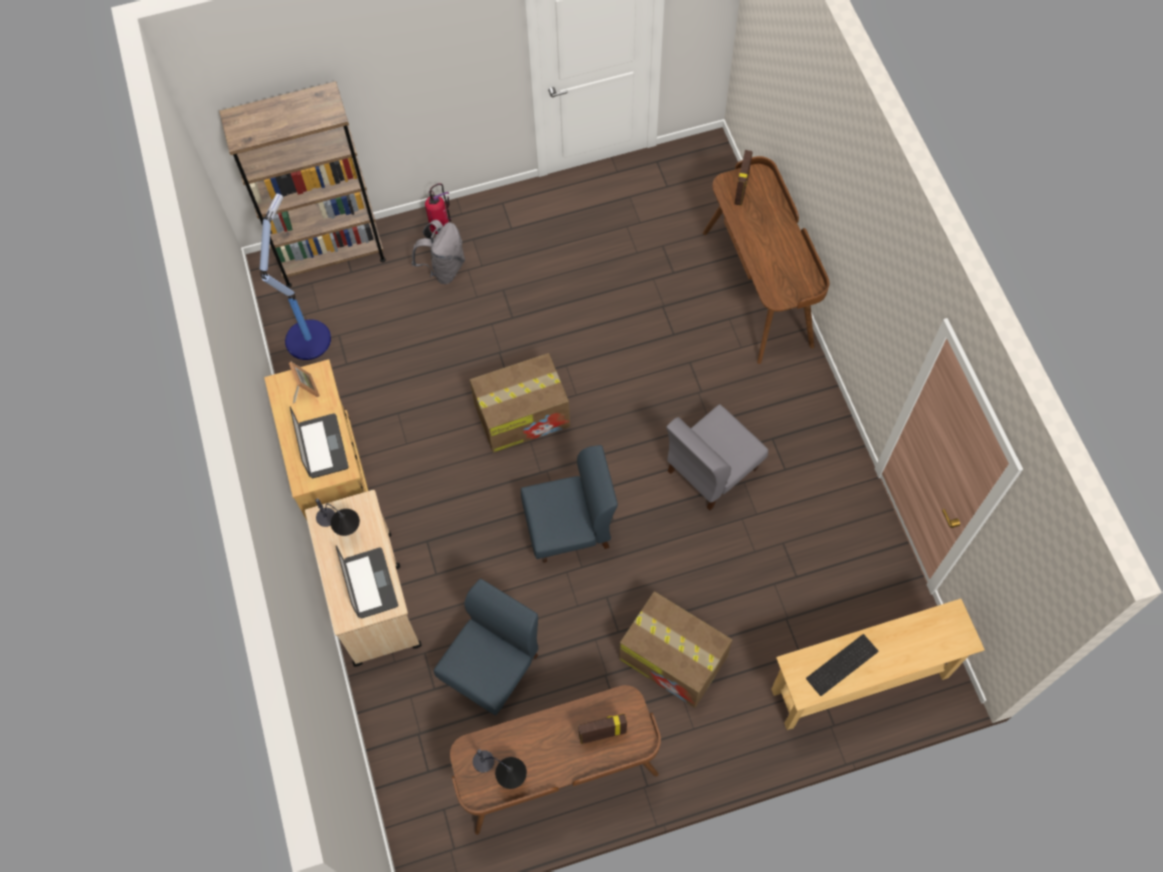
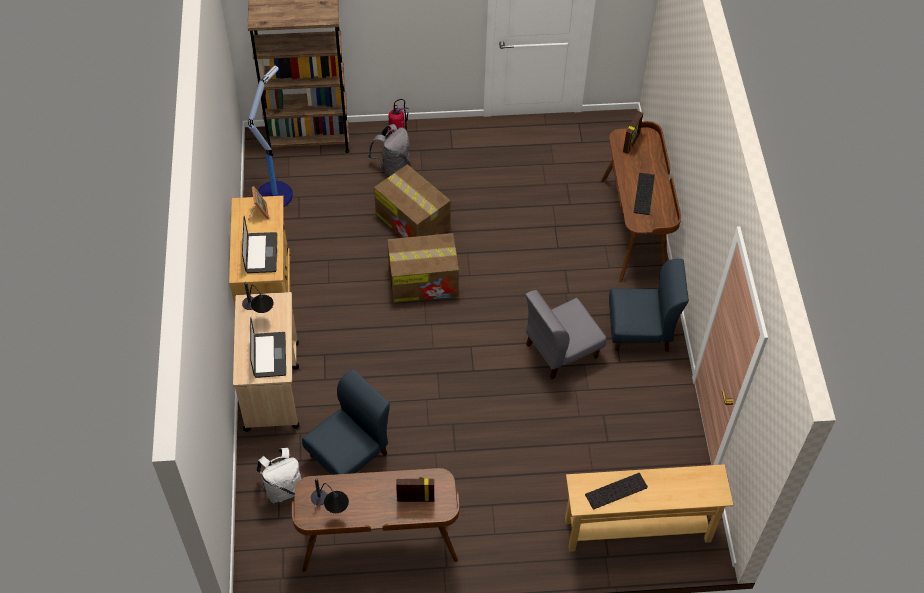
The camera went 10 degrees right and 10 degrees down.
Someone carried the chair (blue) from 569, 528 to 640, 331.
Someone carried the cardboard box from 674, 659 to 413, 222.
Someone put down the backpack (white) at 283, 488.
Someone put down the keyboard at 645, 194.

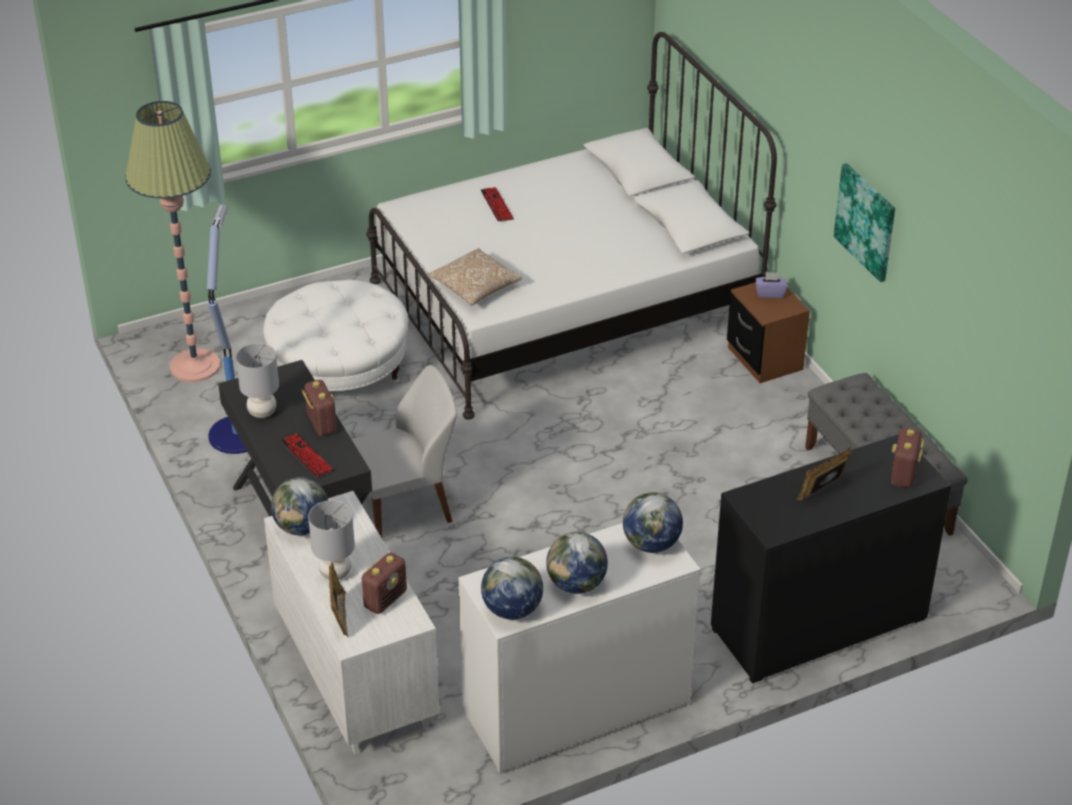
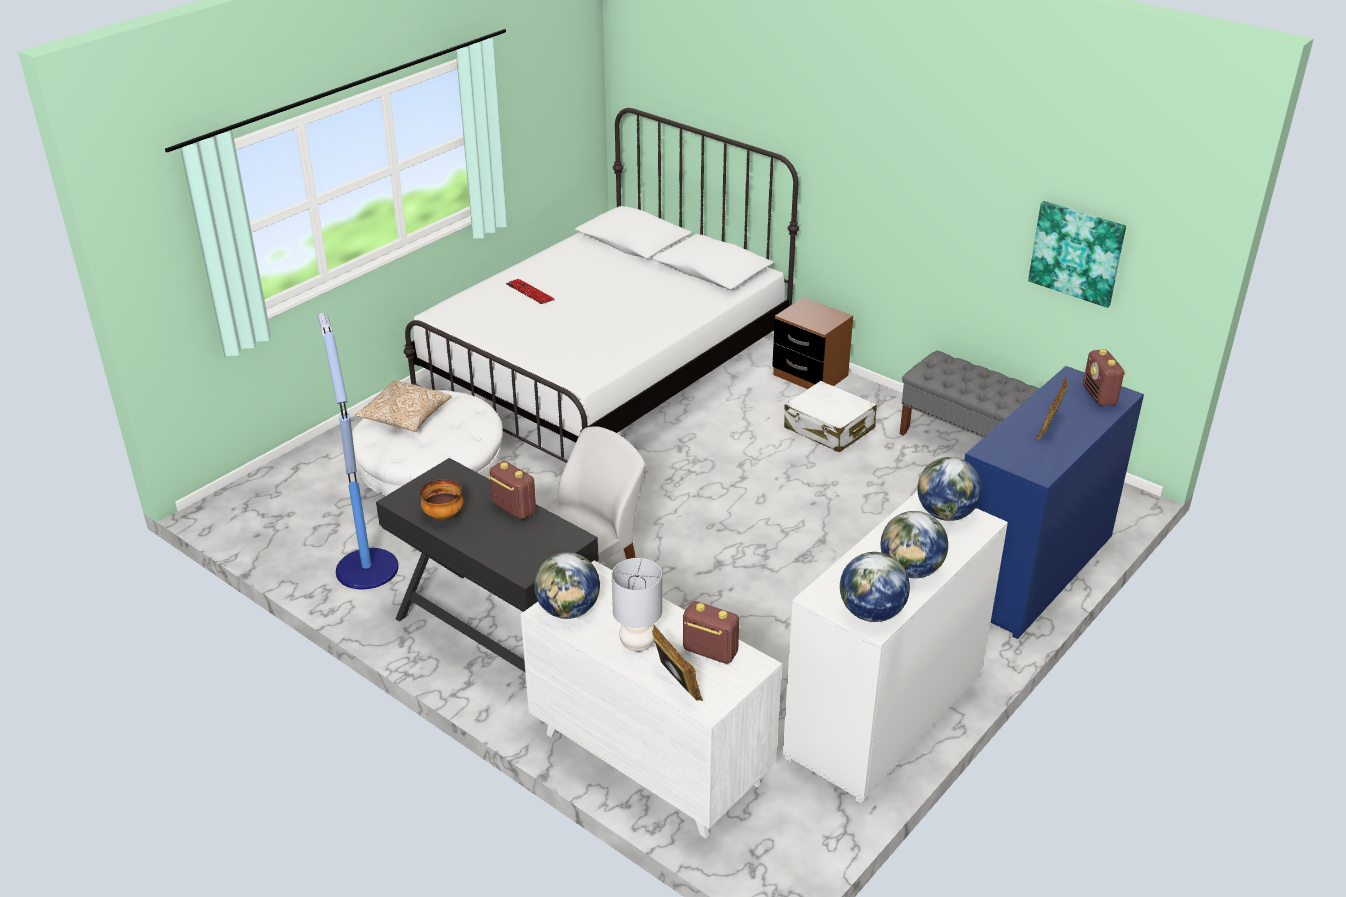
The camera went 25 degrees left and 5 degrees down.
Someone took away the floor lamp at 195, 366.
Someone swapped the table lamp (grey) at 262, 412 for the bowl at 443, 515.
Someone took away the keyboard at 306, 456.
Someone rotated the radio at 385, 599 by 75 degrees counterclockwise.
Someone carried the pillow from 475, 287 to 405, 418.
Someone repainted the dresser (black) at 818, 624, which became the dresser (blue) at 1029, 571.
Someone took away the tissue box (purple) at 770, 293.
Someone carried the picture from 866, 221 to 1077, 253.
Someone put down the suitcase (white) at 829, 429.

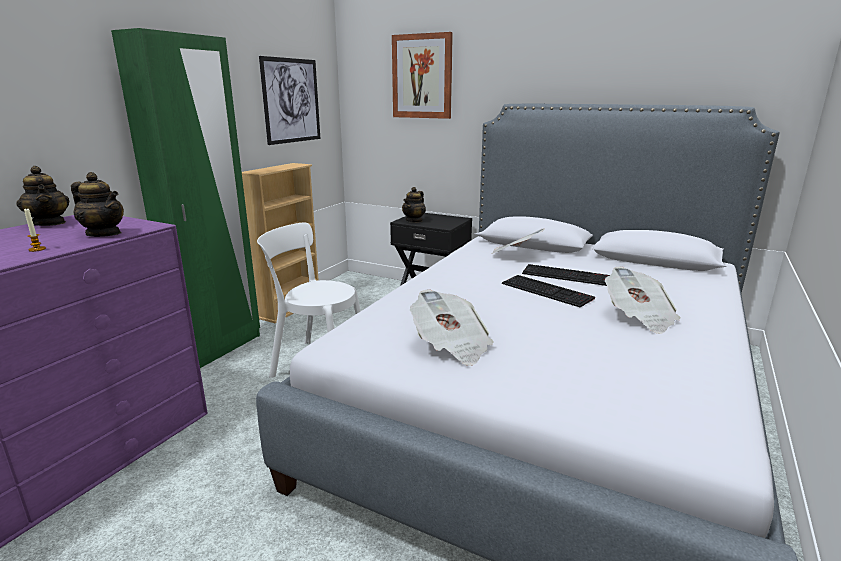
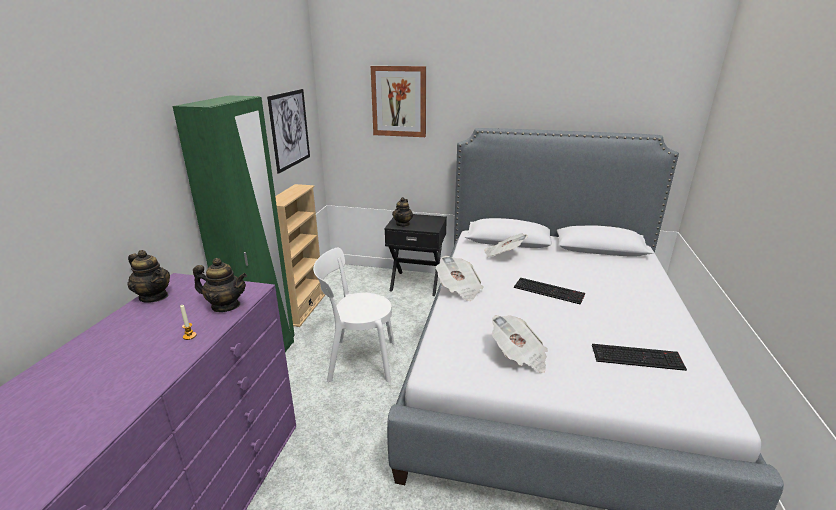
The camera went 15 degrees left and 5 degrees up.
Someone carried the keyboard from 566, 275 to 638, 357.
Someone carried the newspaper from 639, 317 to 459, 289.

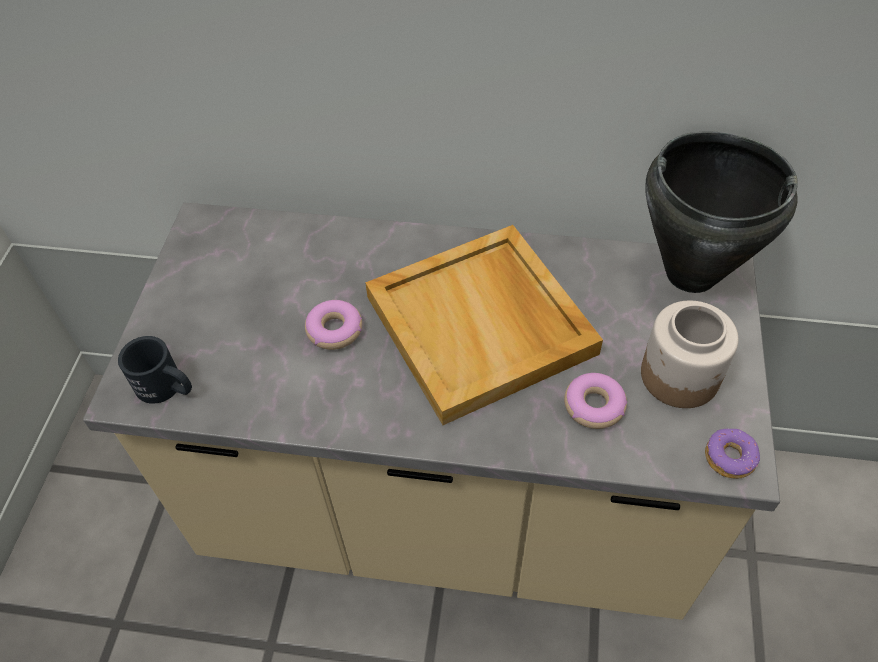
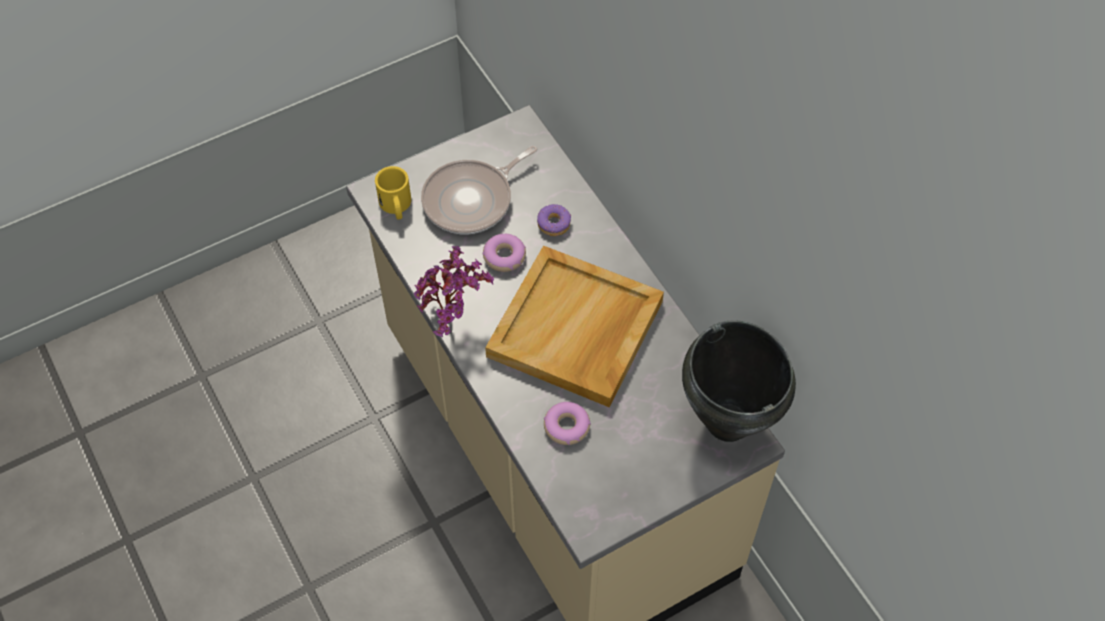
The camera went 50 degrees right and 5 degrees up.
Someone repainted the mug (black) at 167, 387, which became the mug (yellow) at 396, 206.
Someone took away the jar at 680, 376.
Someone carried the donut from 729, 457 to 554, 224.
Someone put down the potted plant at 453, 318.
Someone put down the frying pan at 472, 200.

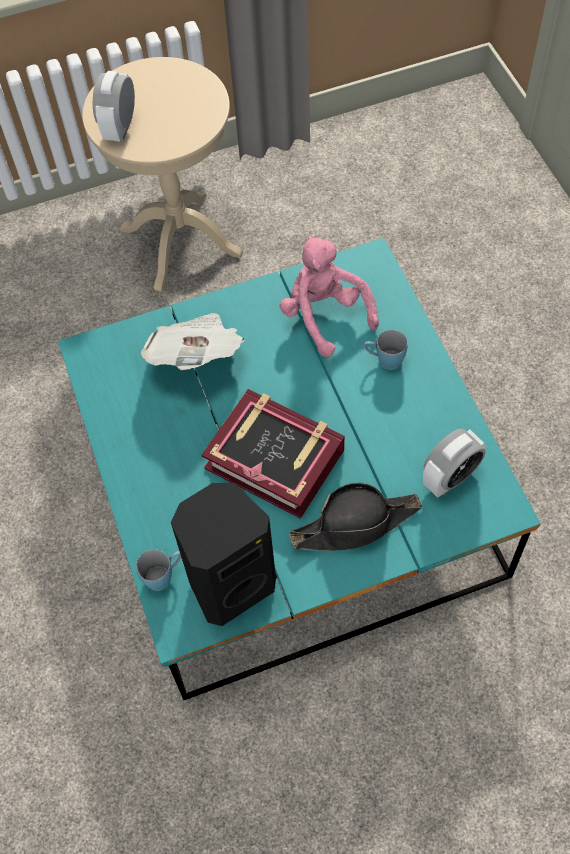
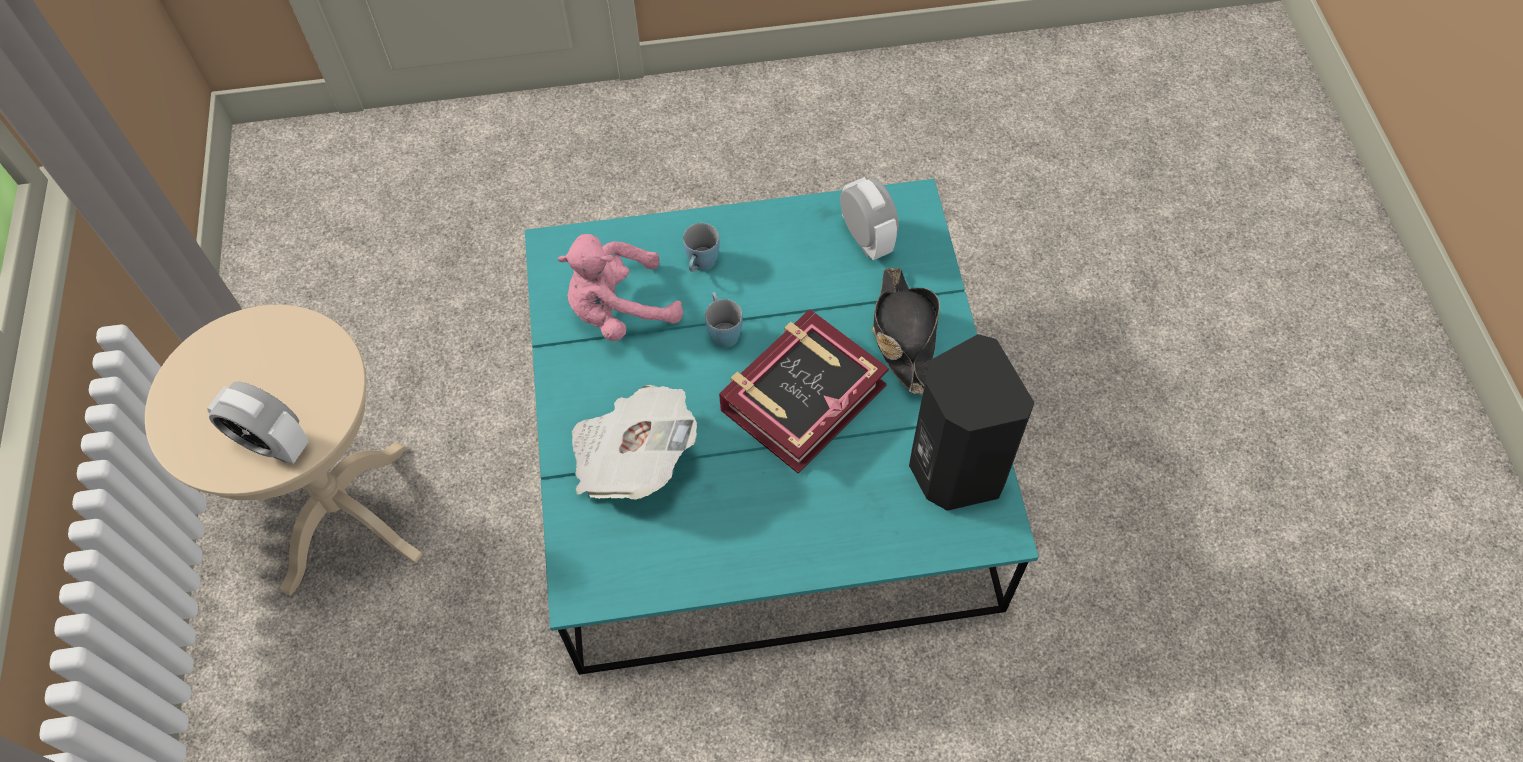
The camera went 80 degrees left and 0 degrees up.
Someone carried the mug (blue) from 164, 575 to 722, 330.

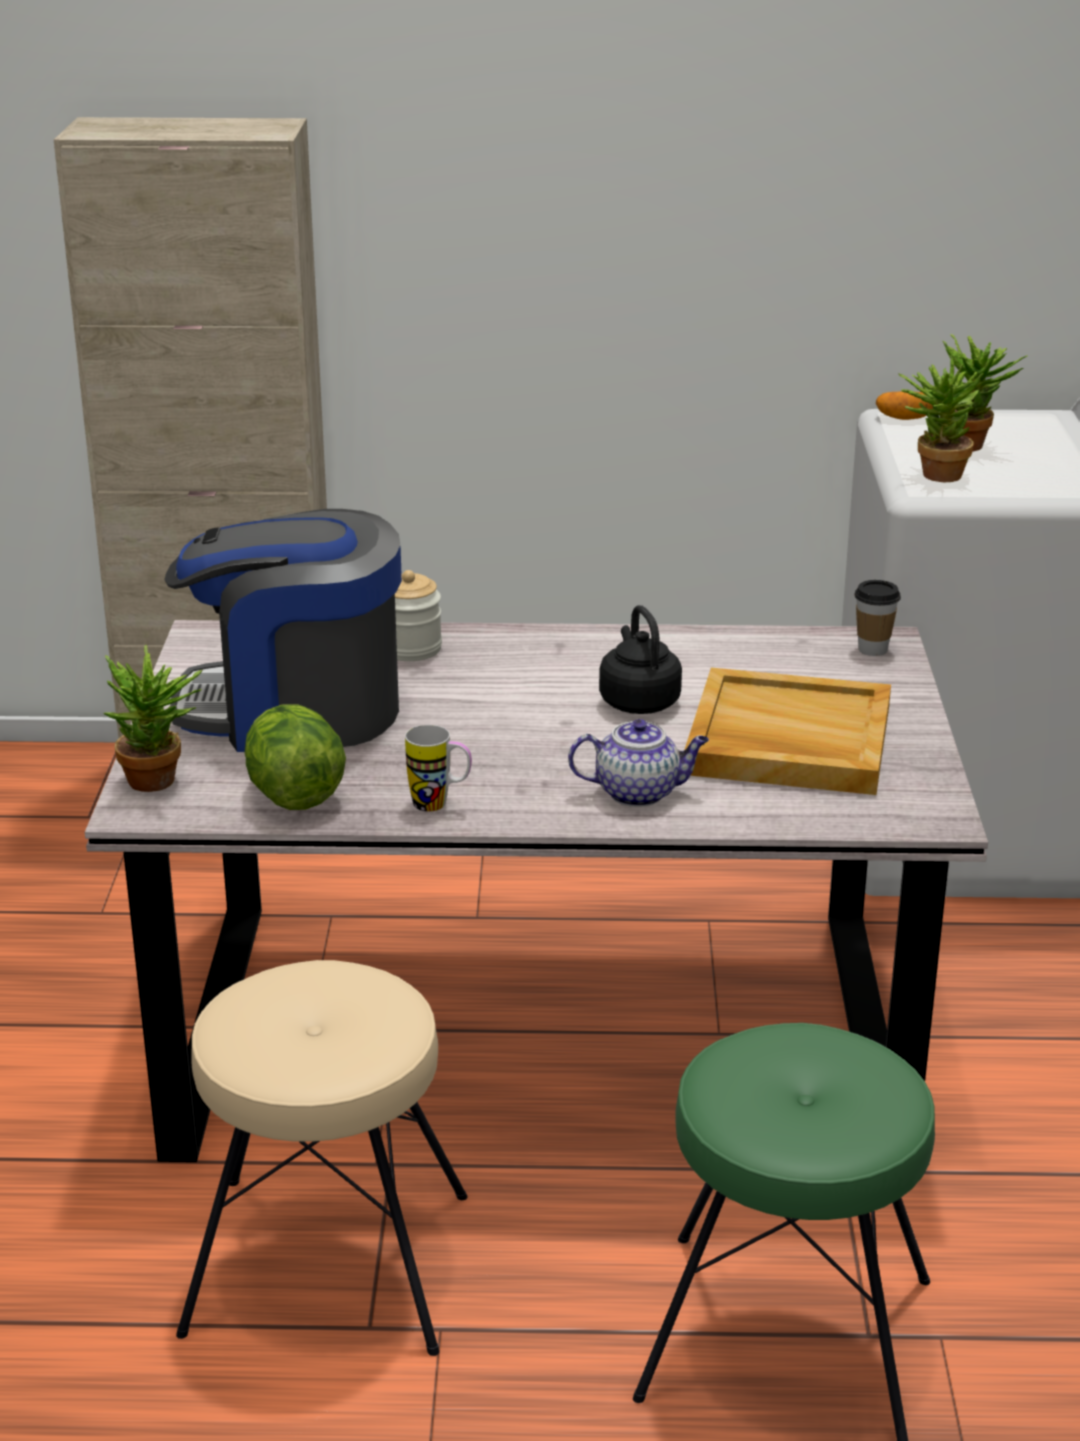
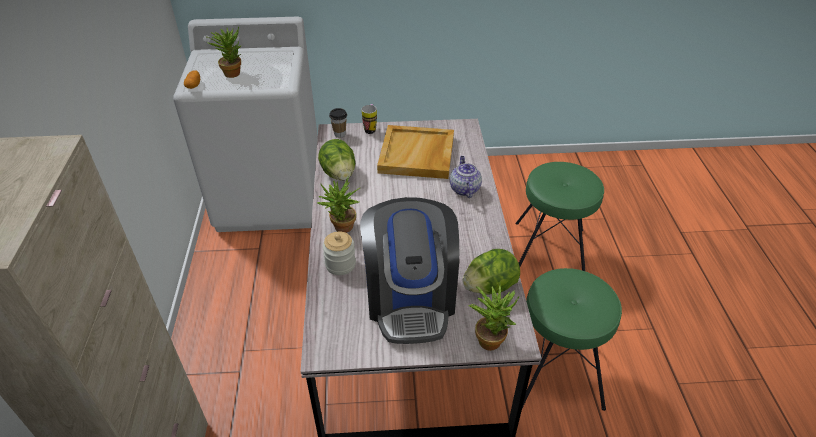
The camera went 95 degrees left and 15 degrees up.
Someone repainted the stool (beige) at 328, 1265, which became the stool (green) at 555, 368.
Someone carried the mug from 440, 805 to 371, 129.
Someone took away the kettle (black) at 638, 701.
Someone carried the potted plant from 934, 473 to 341, 229.
Someone put down the lettuce at 339, 174.

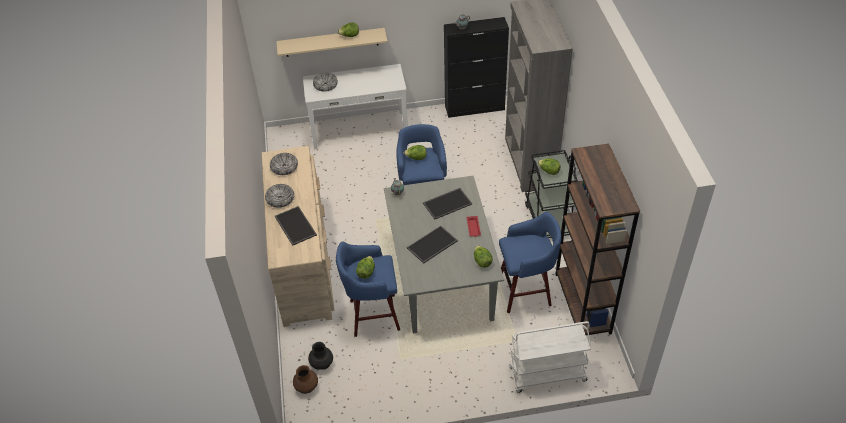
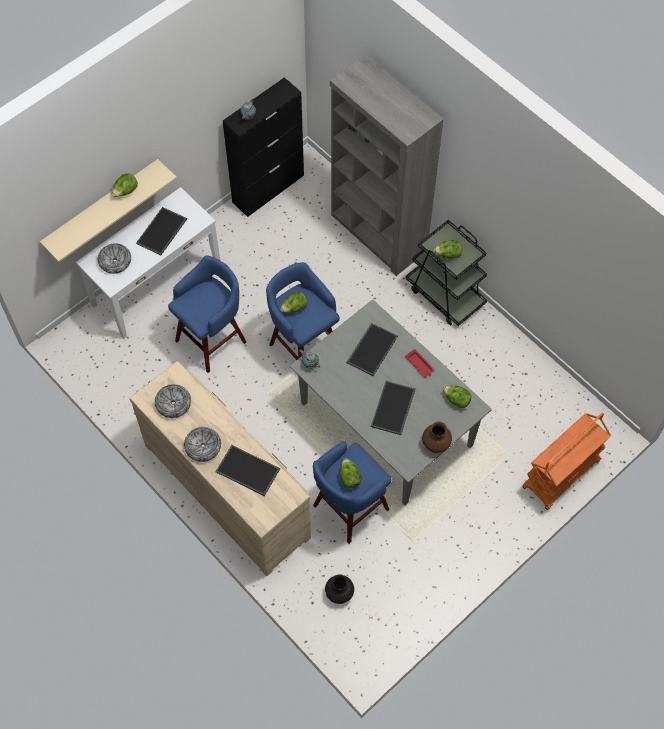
The camera went 35 degrees left and 15 degrees up.
Someone carried the vase (brown) from 306, 387 to 435, 443.
Someone carried the stool (blue) from 526, 292 to 212, 340.
Someone repainted the cart (white) at 546, 375, which became the cart (orange) at 561, 475.
Someone took away the bookcase (brown) at 582, 303.
Someone put down the tray at 162, 232.

